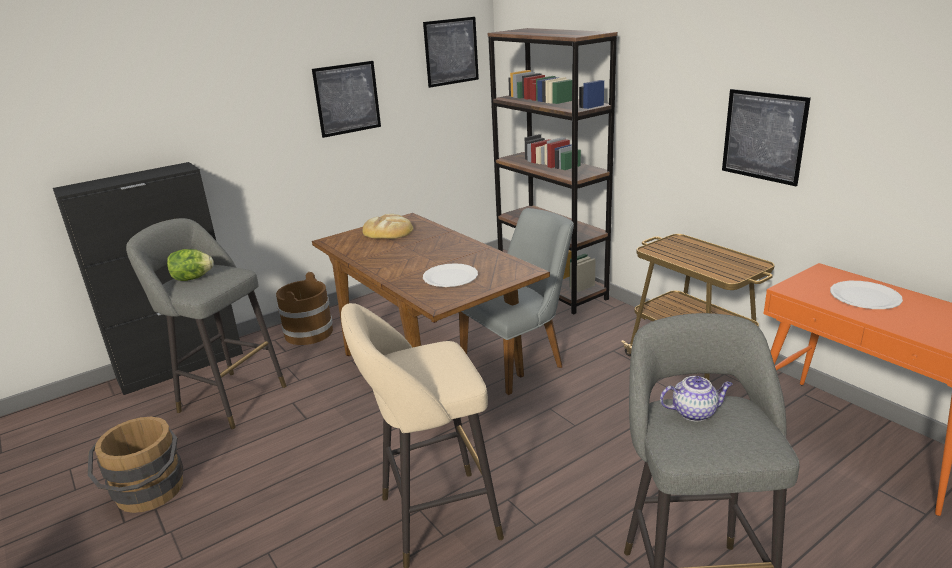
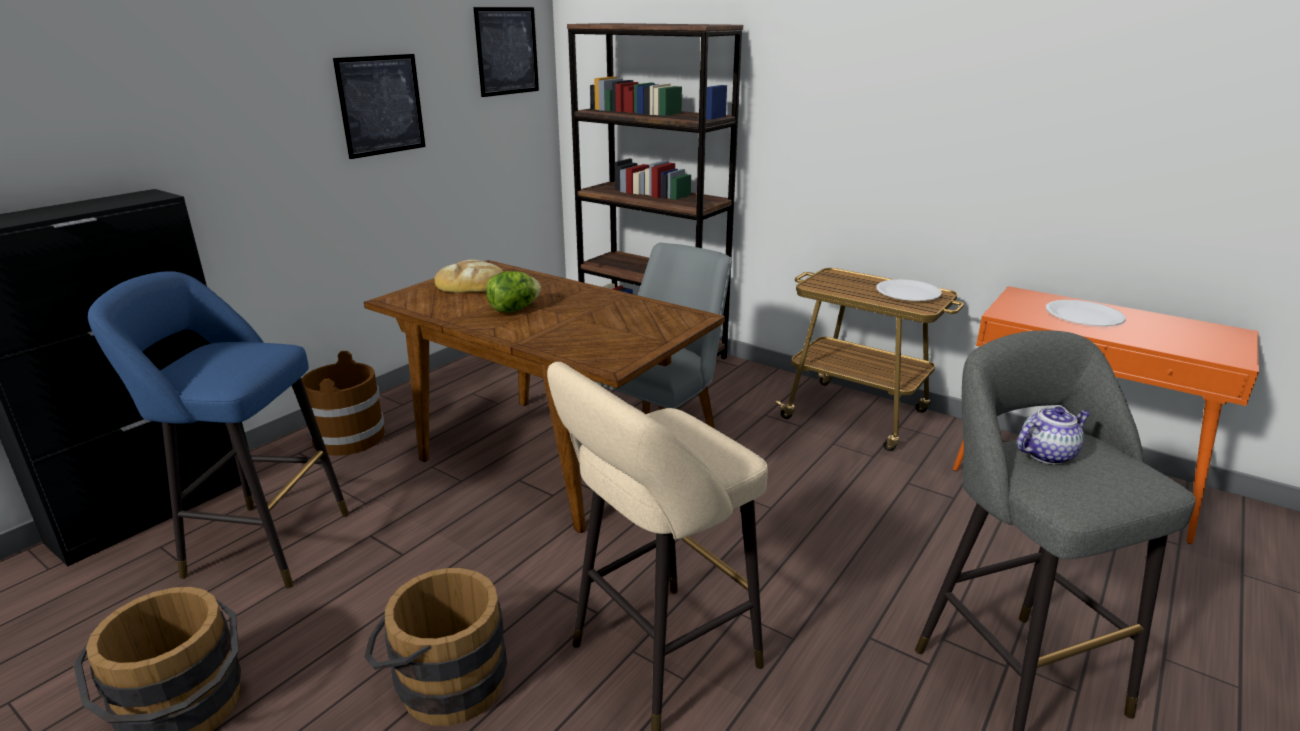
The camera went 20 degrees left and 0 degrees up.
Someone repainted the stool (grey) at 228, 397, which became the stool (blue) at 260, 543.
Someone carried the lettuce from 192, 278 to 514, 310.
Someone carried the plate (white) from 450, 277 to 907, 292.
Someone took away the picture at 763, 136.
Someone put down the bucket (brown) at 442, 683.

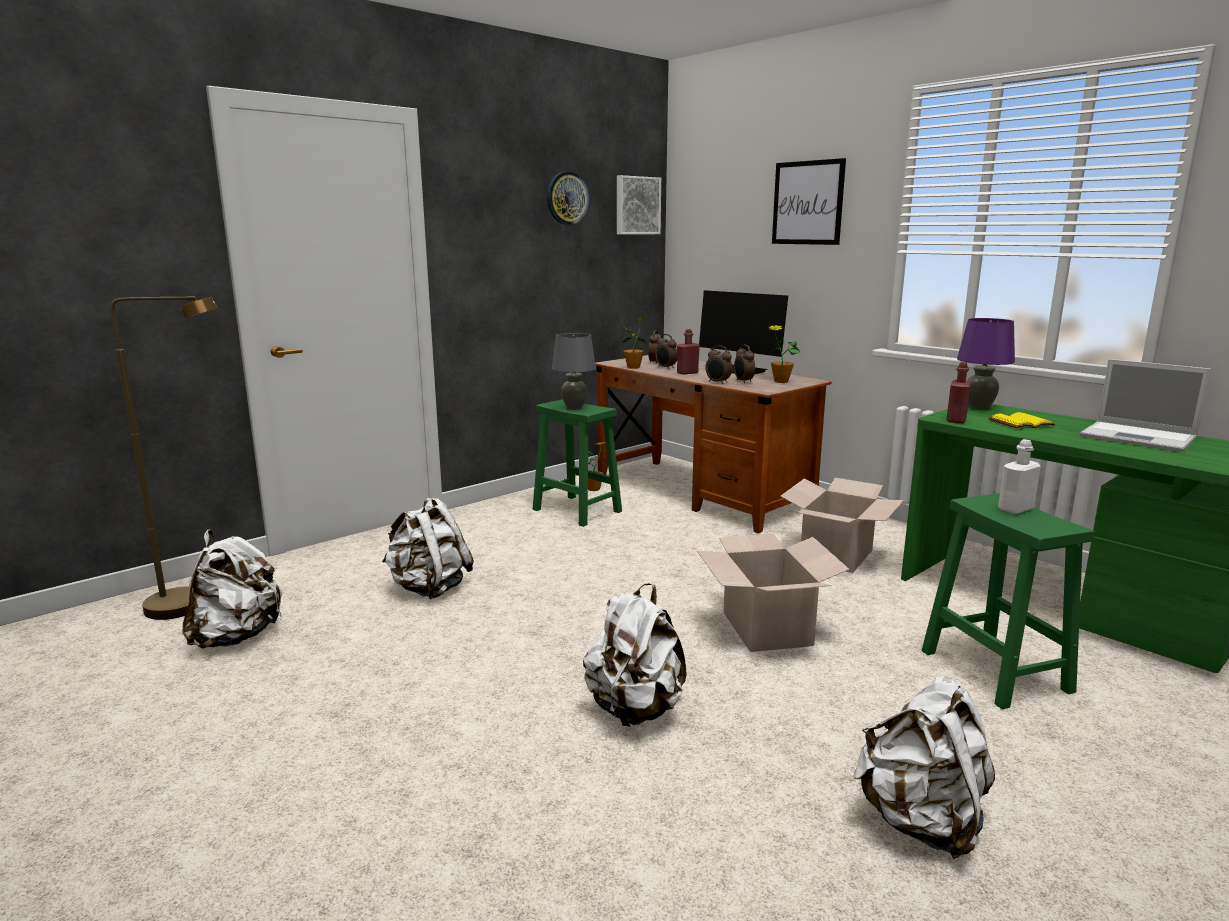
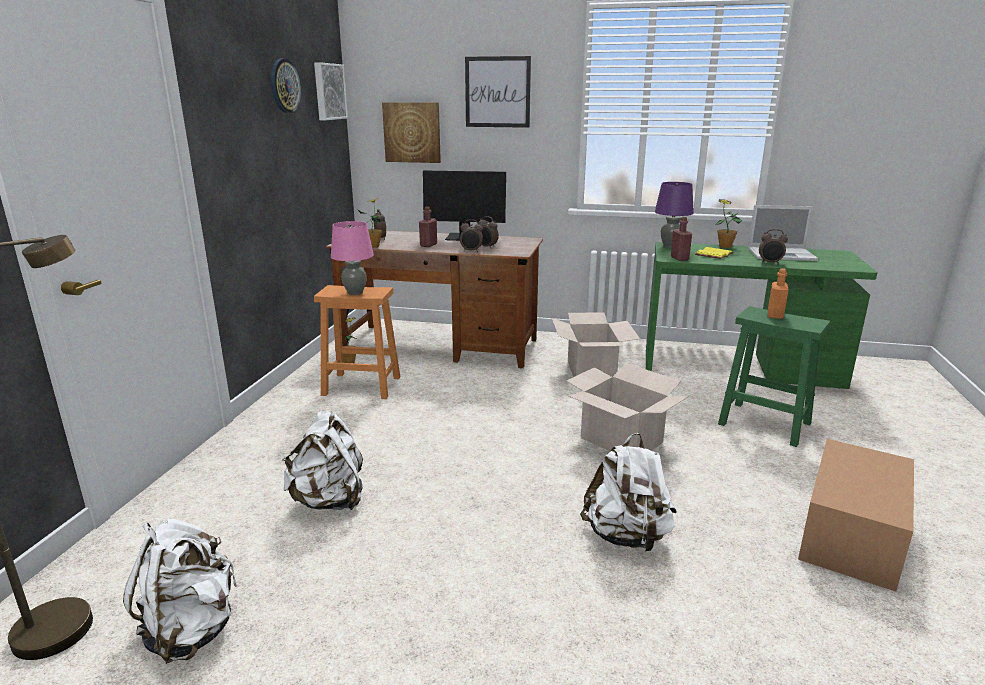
The camera went 35 degrees left and 5 degrees up.
Someone repainted the stool (green) at 575, 510, which became the stool (orange) at 360, 386.
Someone repainted the table lamp (grey) at 574, 408, which became the table lamp (pink) at 355, 293.
Someone carried the alarm clock from 665, 368 to 770, 263.
Someone carried the potted plant from 781, 381 to 725, 246.
Someone swapped the backpack (white) at 921, 822 for the cardboard box at 851, 534.
Someone repainted the bottle (white) at 1015, 509, which became the bottle (orange) at 775, 315.
Someone put up the picture at 412, 132.

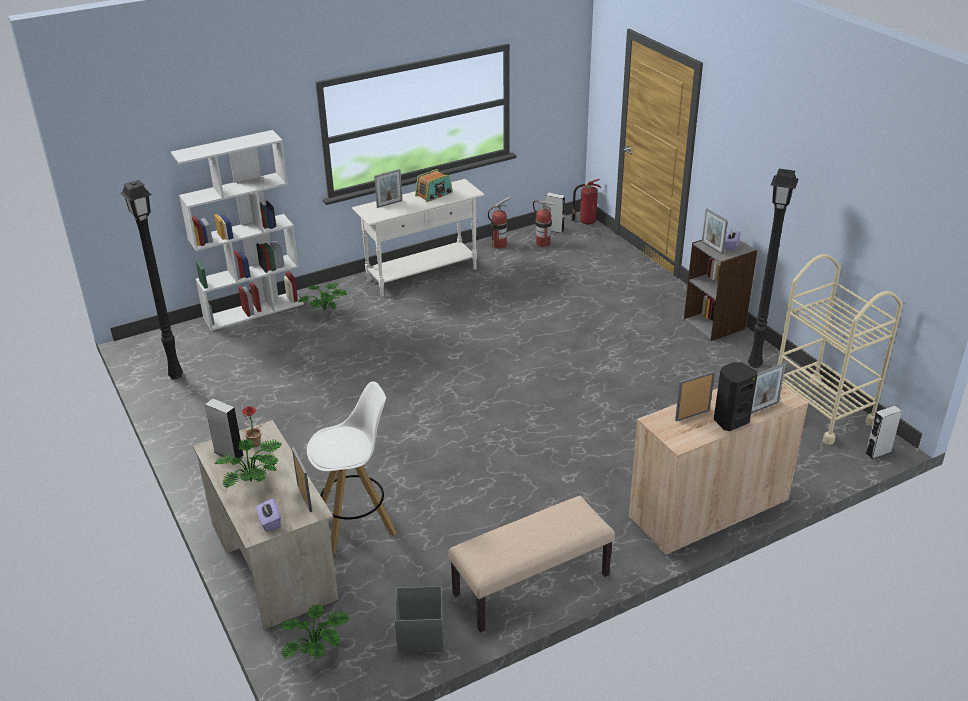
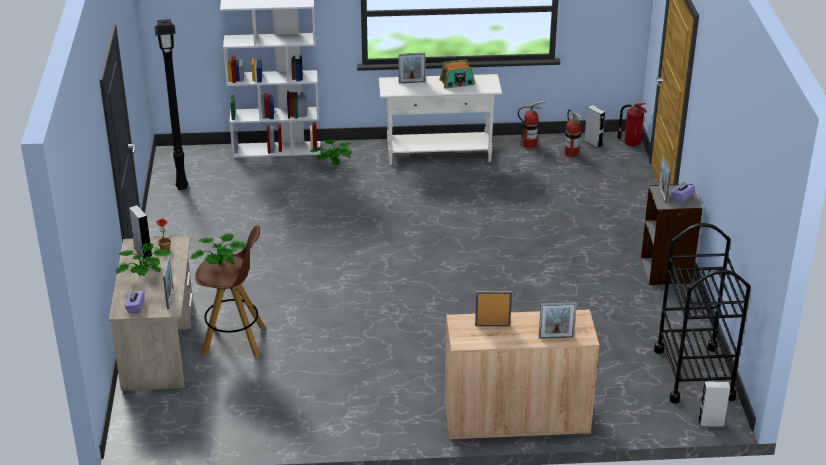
The camera went 25 degrees right and 0 degrees up.
Someone carried the potted plant from 317, 651 to 220, 267.
Someone repainted the stool (white) at 356, 525, which became the stool (brown) at 235, 341.
Someone took away the storage box (grey) at 420, 635.
Someone took away the bench (beige) at 531, 586.
Someone took away the speaker (black) at 730, 420.
Someone took away the floor lamp (black) at 755, 365.
Someone repainted the cart (beige) at 821, 411, which became the cart (black) at 694, 374.

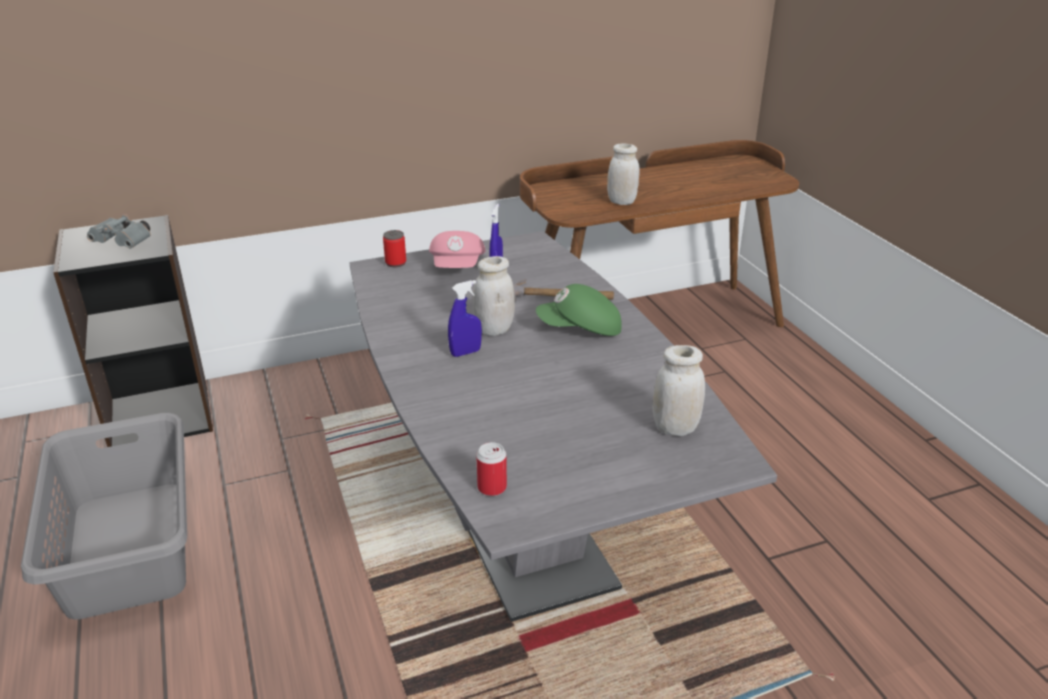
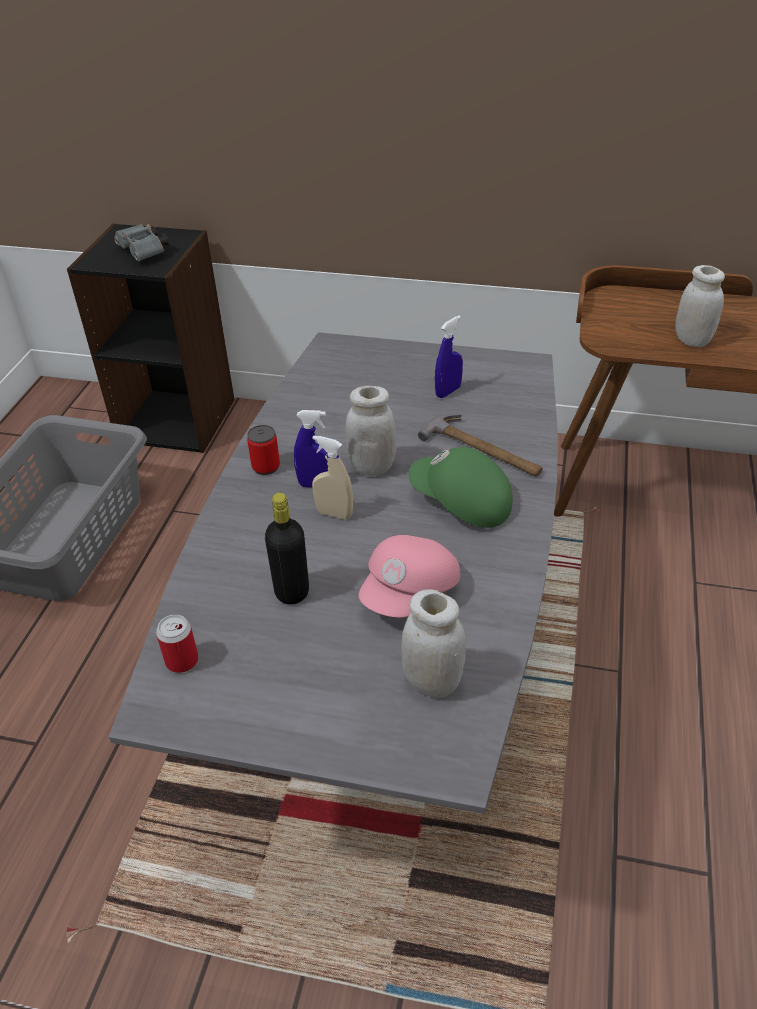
The camera went 35 degrees right and 10 degrees up.
Someone carried the can from 395, 263 to 266, 467.
Someone carried the cap (pink) from 458, 267 to 410, 592.
Someone put down the bottle (black) at 292, 592.
Someone put down the spray bottle (beige) at 334, 514.

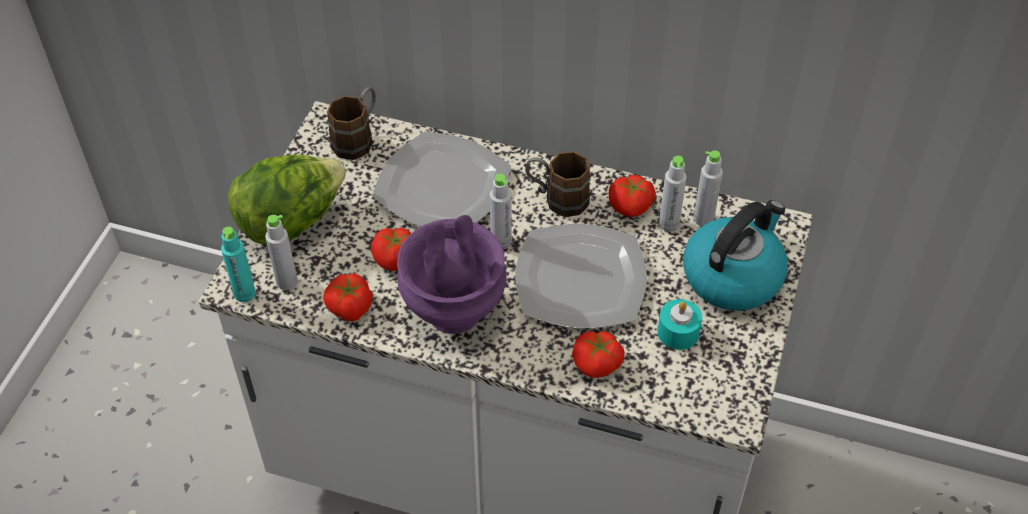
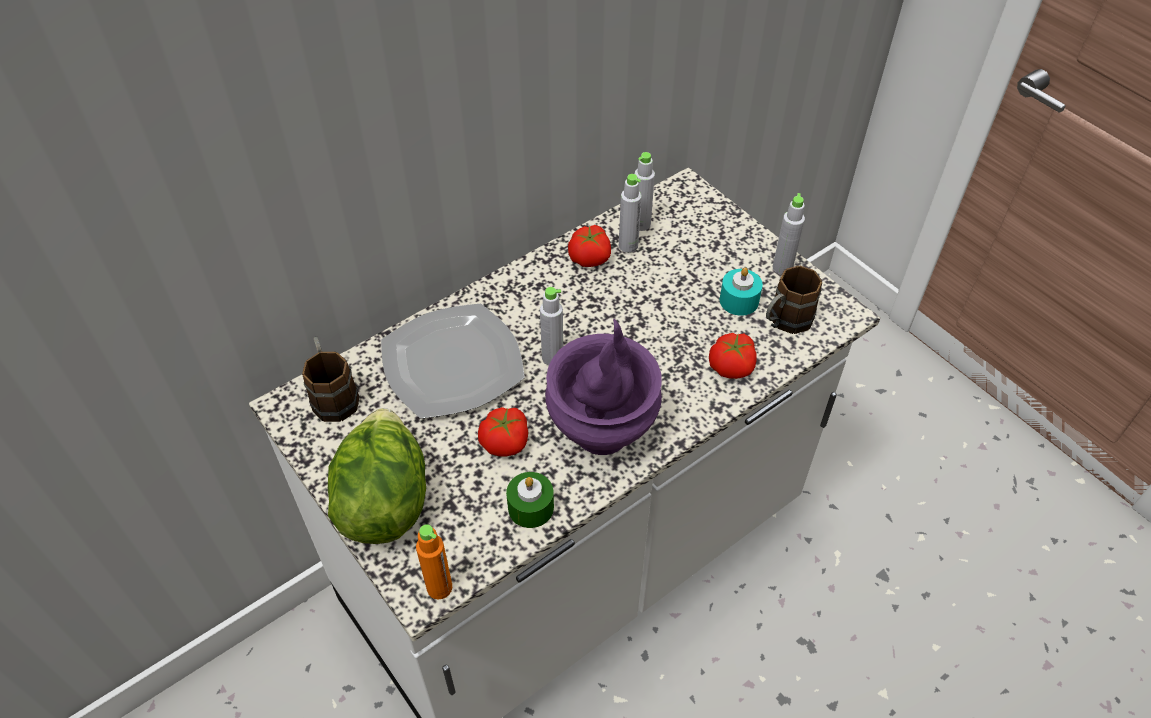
The camera went 55 degrees left and 0 degrees up.
Someone repainted the bottle (turquoise) at 244, 293, which became the bottle (orange) at 439, 587.
Someone carried the bottle (grey) from 287, 282 to 782, 268.
Someone swapped the tomato at 349, 307 for the candle (green) at 530, 507.
Someone took away the plate at 581, 278.
Someone carried the mug (brown) from 557, 199 to 784, 322.
Someone took away the kettle at 733, 276.

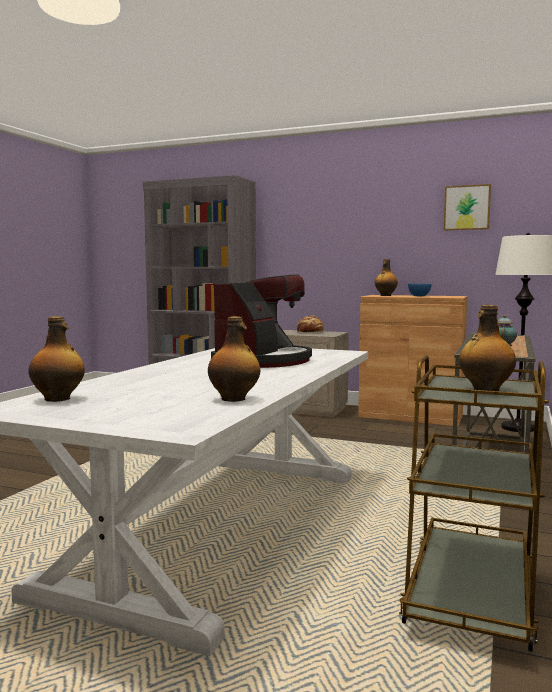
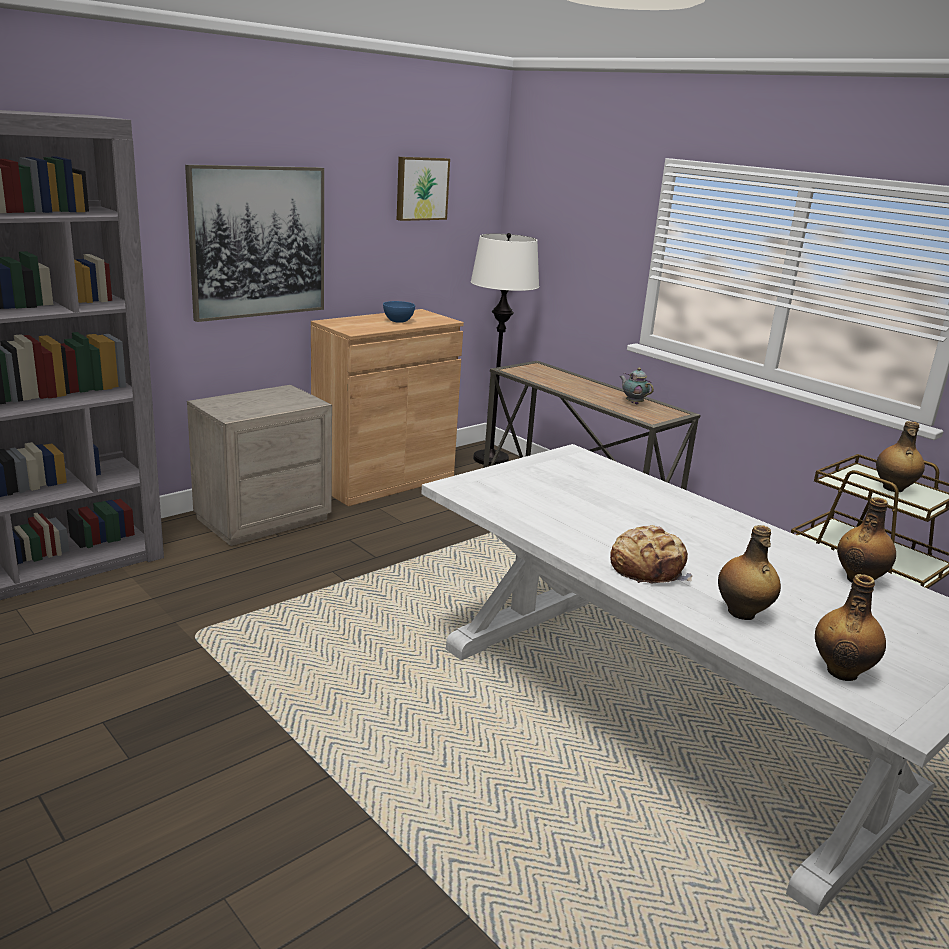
The camera went 65 degrees left and 15 degrees up.
Someone took away the coffee machine at 264, 361.
Someone carried the bread from 310, 332 to 648, 568.
Someone carried the bottle from 385, 295 to 742, 613.
Someone put up the picture at 258, 242.

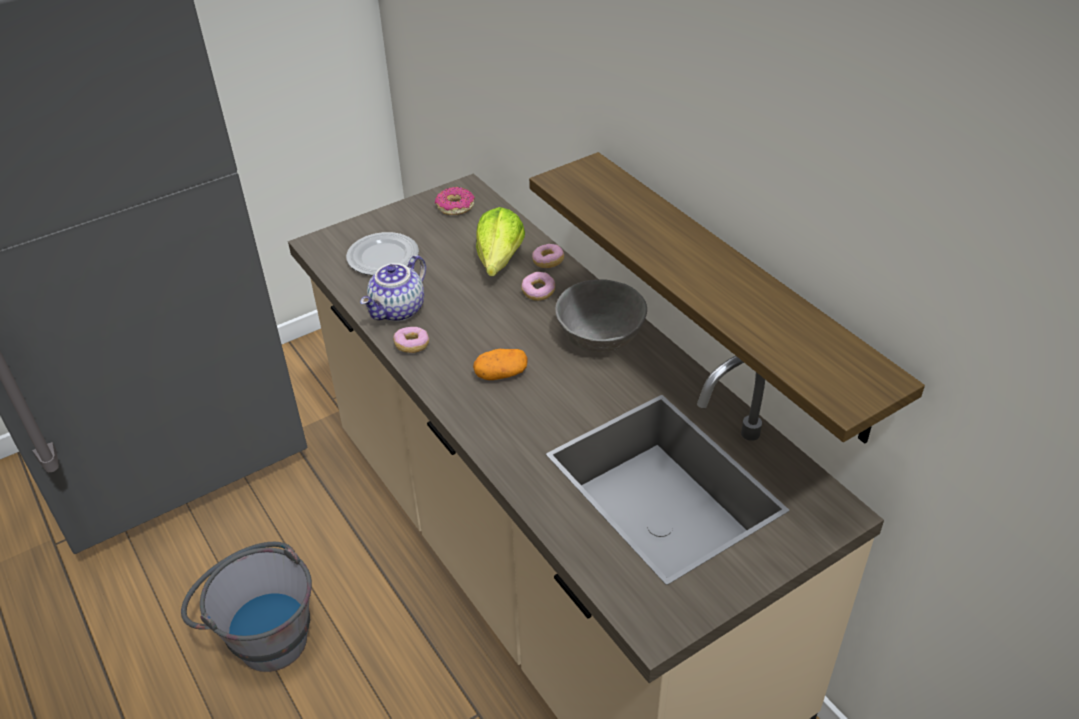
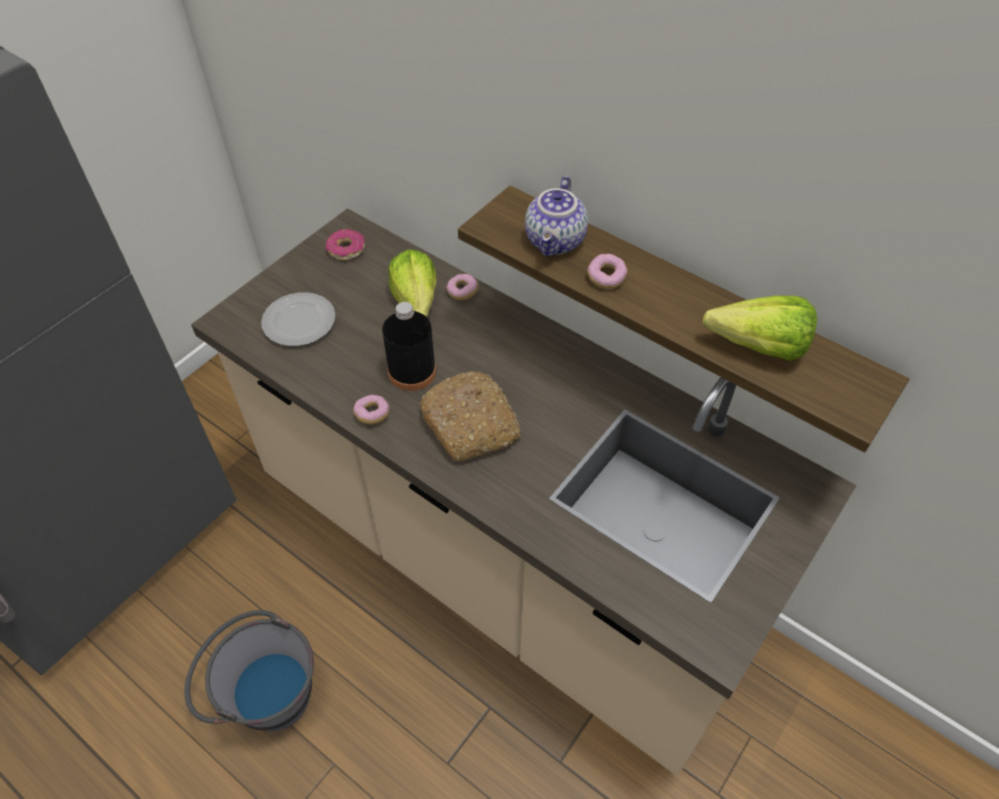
The camera went 20 degrees left and 10 degrees up.
Someone carried the teapot from 399, 311 to 556, 242.
Someone swapped the potato at 501, 374 for the bread at 471, 424.
Someone carried the donut from 538, 292 to 606, 278.
Someone took away the bowl (grey) at 601, 336.
Someone put down the bottle (black) at 412, 372.
Someone put down the lettuce at 749, 345.

